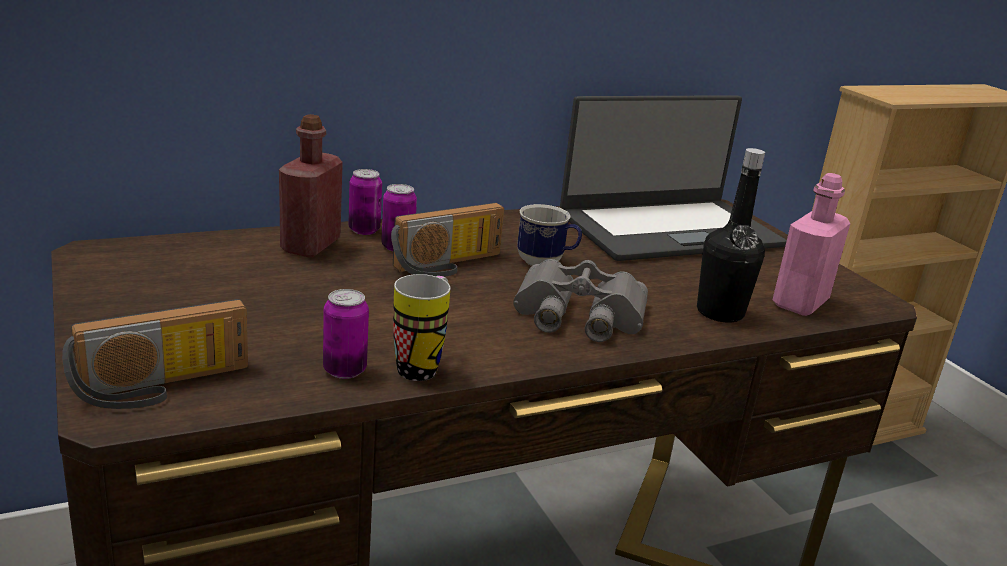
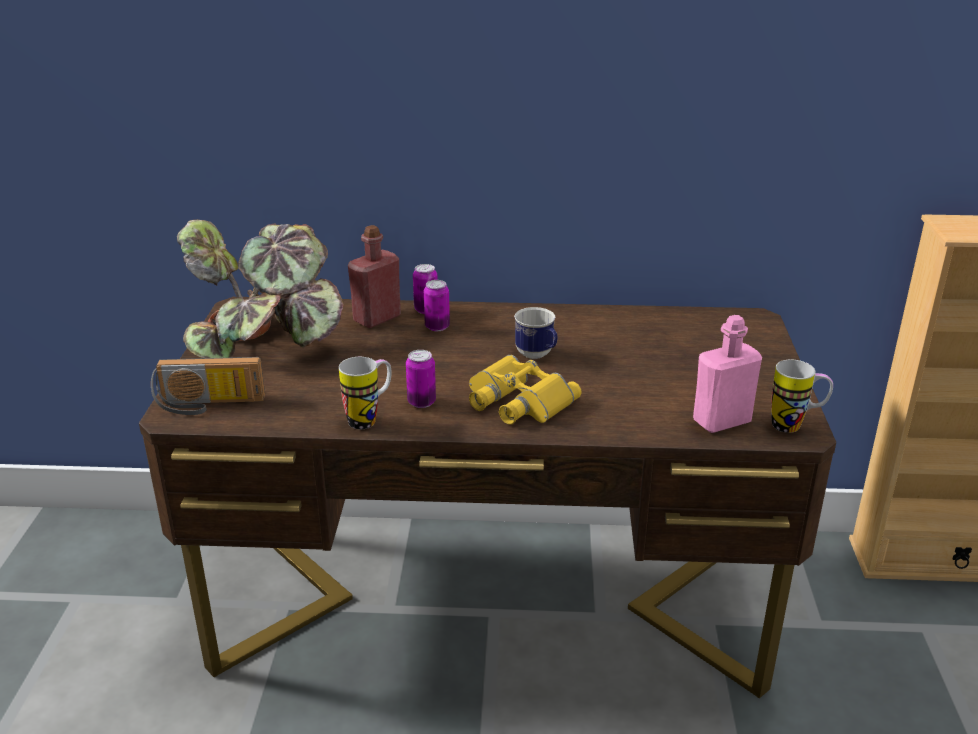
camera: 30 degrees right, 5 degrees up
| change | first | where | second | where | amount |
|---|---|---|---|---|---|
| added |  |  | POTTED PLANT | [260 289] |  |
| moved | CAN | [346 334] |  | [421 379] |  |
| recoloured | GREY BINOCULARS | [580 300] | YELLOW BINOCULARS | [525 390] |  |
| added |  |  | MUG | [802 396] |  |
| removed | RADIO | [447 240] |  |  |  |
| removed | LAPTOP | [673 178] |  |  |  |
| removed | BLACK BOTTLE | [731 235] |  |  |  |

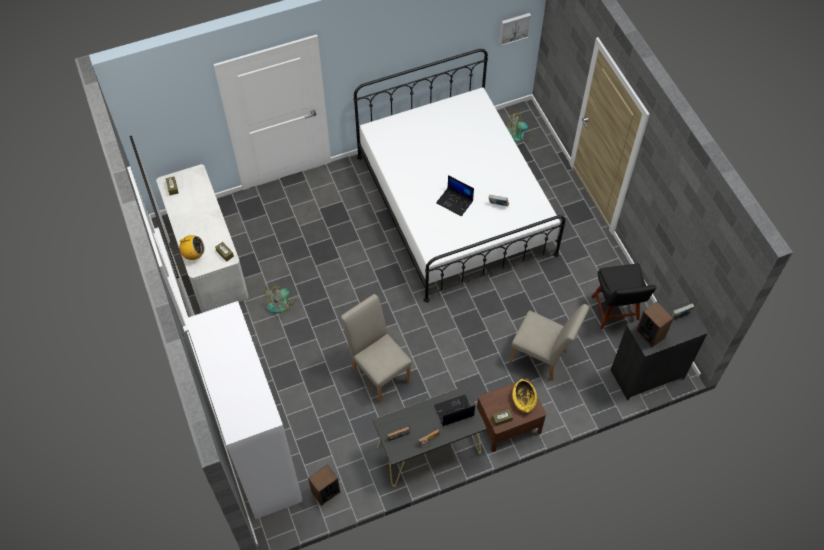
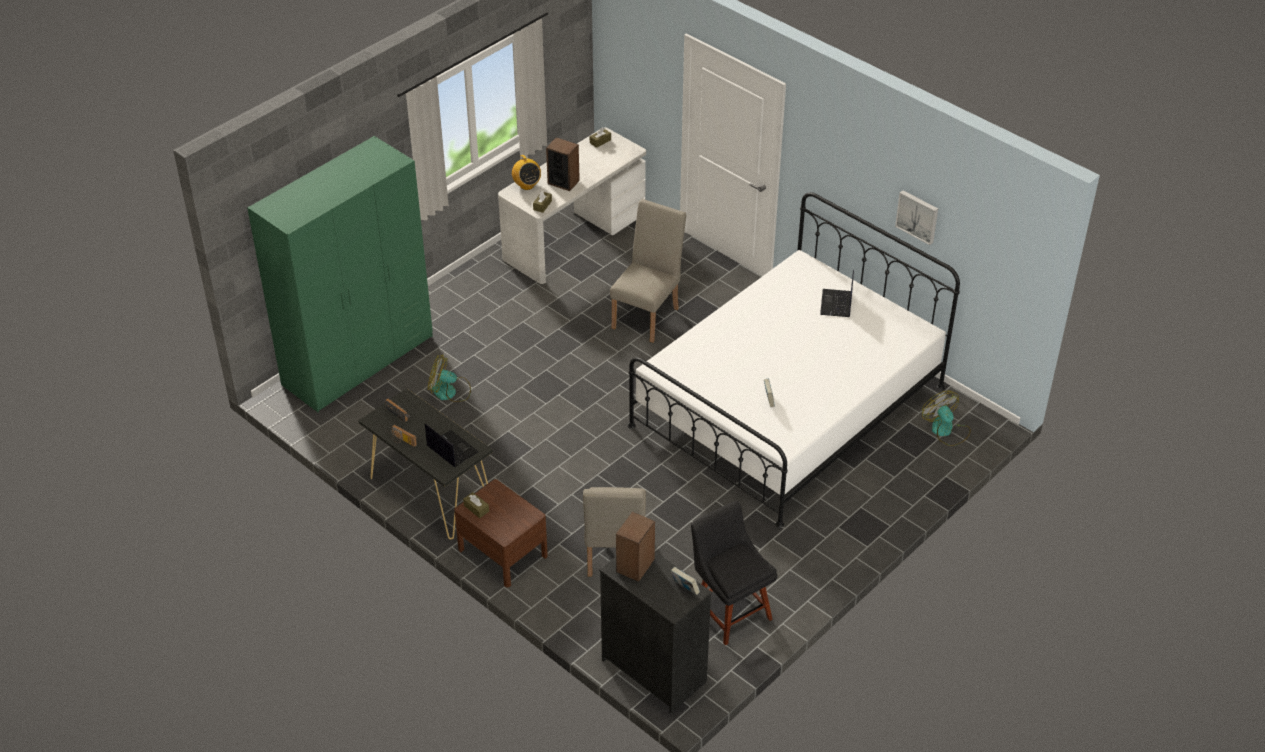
camera: 65 degrees right, 15 degrees down
| change | first | where | second | where | amount |
|---|---|---|---|---|---|
| recoloured | WHITE WARDROBE | [243 410] | GREEN WARDROBE | [340 274] |  |
| moved | FAN | [280 299] |  | [449 378] |  |
| moved | SPEAKER | [324 485] |  | [563 164] |  |
| moved | BEIGE CHAIR | [376 348] |  | [648 271] |  |
| turned | BLACK CHAIR | [623 296] |  | [734 573] | 90 degrees clockwise |
| moved | LAPTOP | [455 195] |  | [837 293] |  |
| moved | PICTURE | [515 29] |  | [916 217] |  |
| removed | YELLOW BOWL | [524 396] |  |  |  |

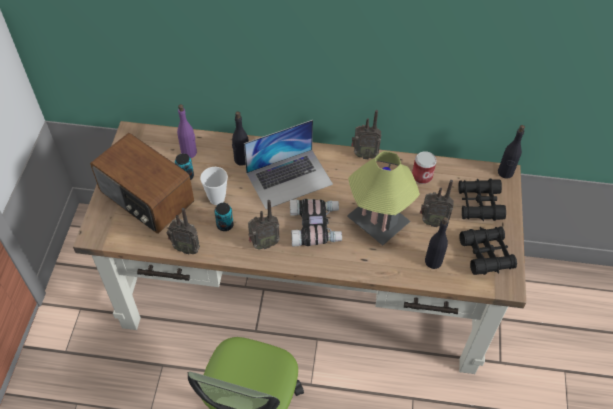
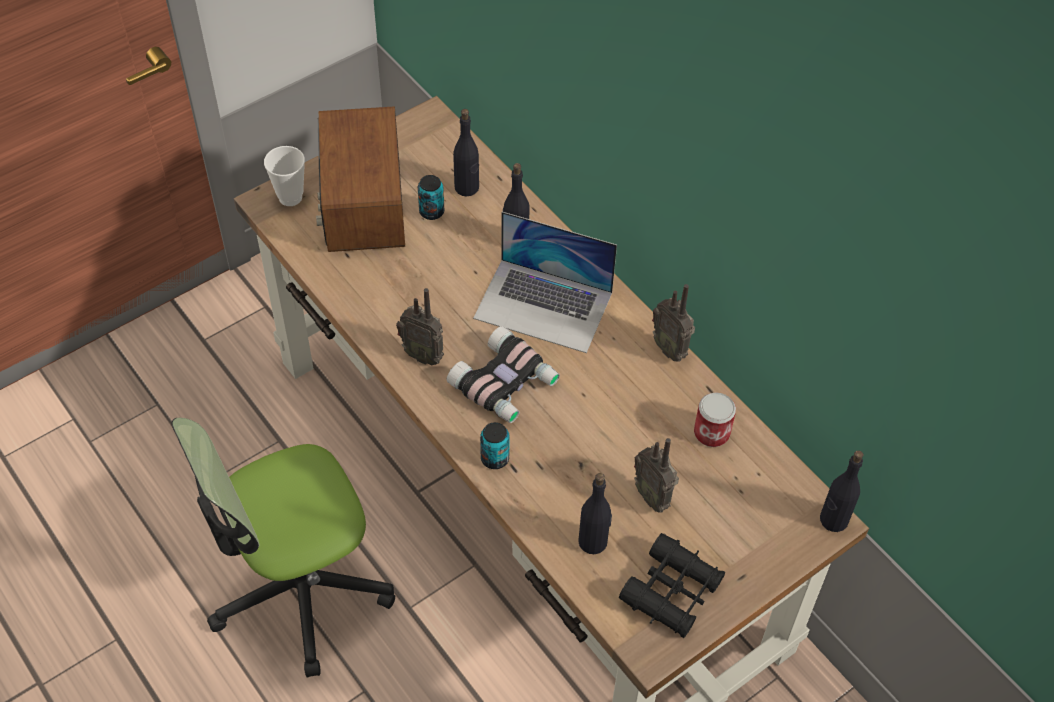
camera: 45 degrees right, 0 degrees up
| change | first | where | second | where | amount |
|---|---|---|---|---|---|
| moved | CUP | [214 186] |  | [284 176] |  |
| recoloured | PURPLE BOTTLE | [187 131] | BLACK BOTTLE | [466 152] |  |
| moved | CAN | [224 217] |  | [495 445] |  |
| removed | RADIO | [183 231] |  |  |  |
| removed | TABLE LAMP | [383 198] |  |  |  |
| removed | BLACK BINOCULARS | [482 200] |  |  |  |

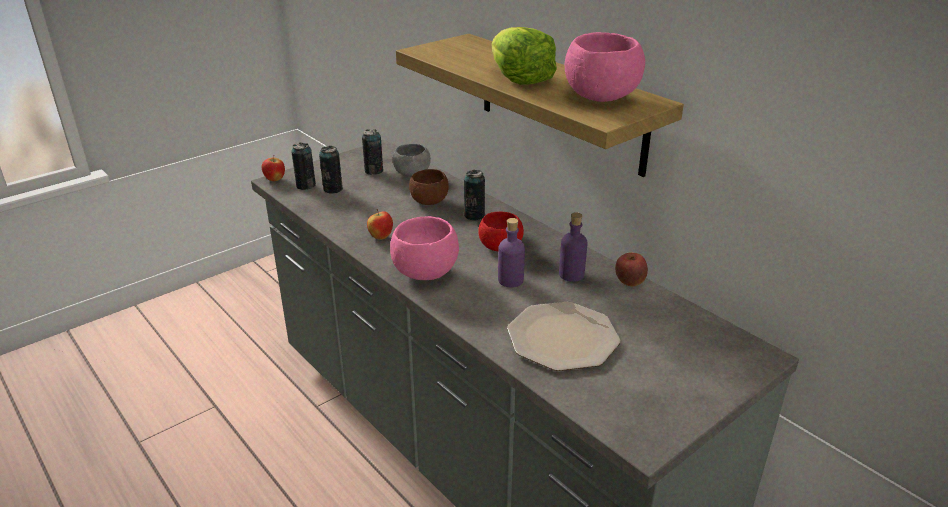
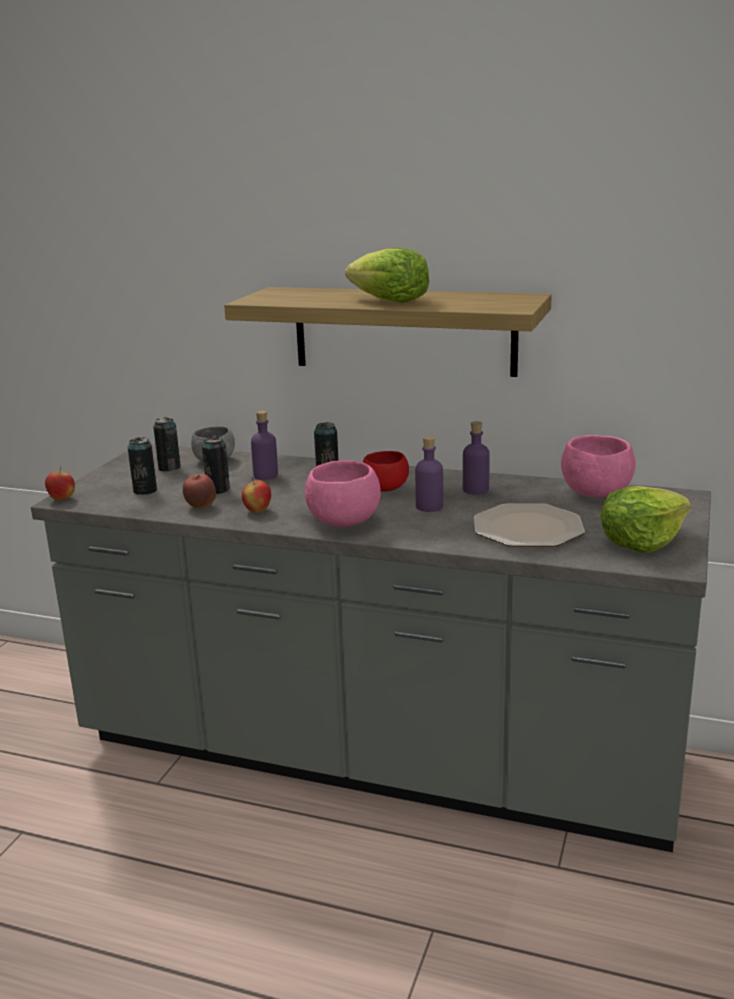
camera: 30 degrees left, 10 degrees down
| change | first | where | second | where | amount |
|---|---|---|---|---|---|
| moved | APPLE | [631 269] |  | [199 491] |  |
| moved | CAN | [303 166] |  | [216 465] |  |
| replaced | BROWN BOWL | [429 187] | PURPLE BOTTLE | [264 445] |  |
| moved | PINK BOWL | [605 67] |  | [598 466] |  |
| added |  |  | LETTUCE | [645 519] |  |

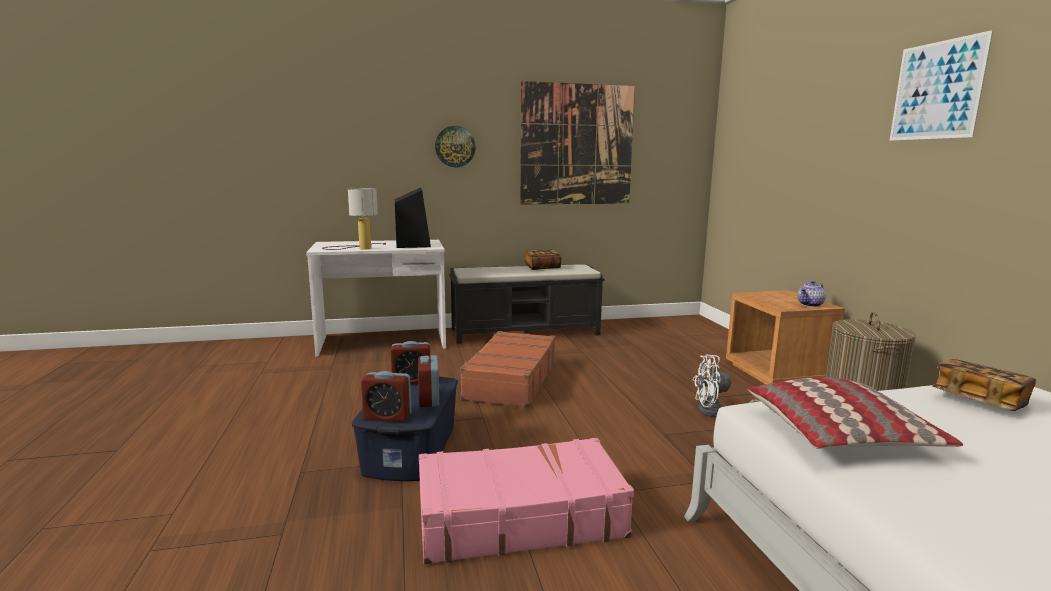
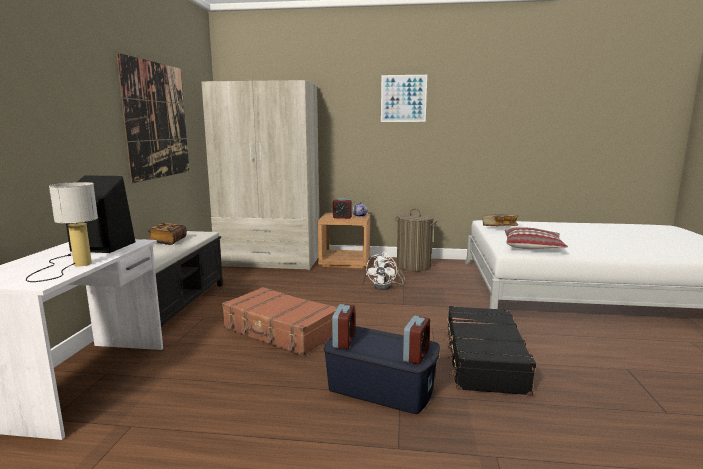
camera: 70 degrees left, 0 degrees up
| change | first | where | second | where | amount |
|---|---|---|---|---|---|
| added |  |  | BEIGE WARDROBE | [260 175] |  |
| moved | ALARM CLOCK | [428 381] |  | [342 208] |  |
| recoloured | PINK SUITCASE | [526 501] | BLACK SUITCASE | [490 350] |  |
| removed | WALL CLOCK | [455 146] |  |  |  |

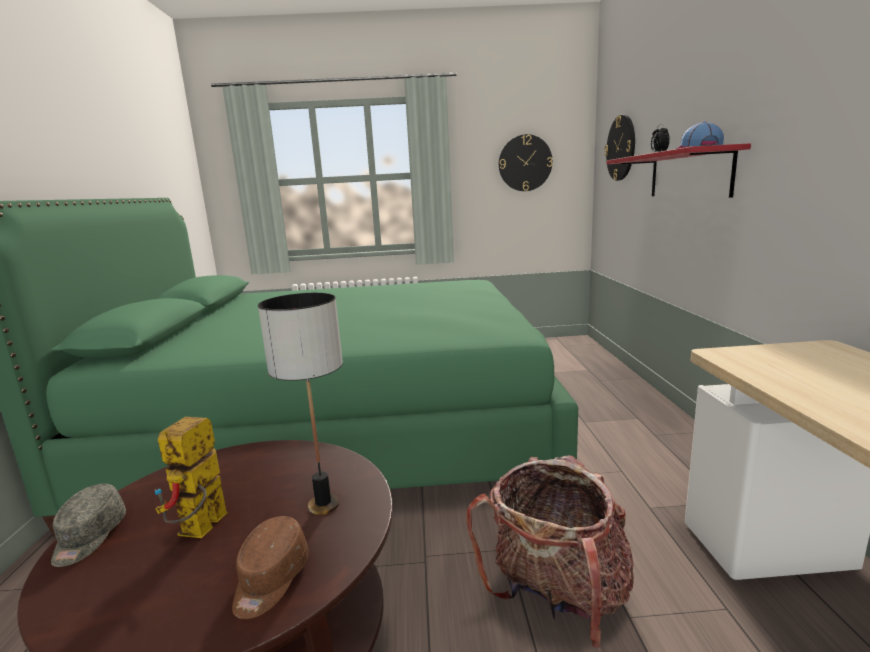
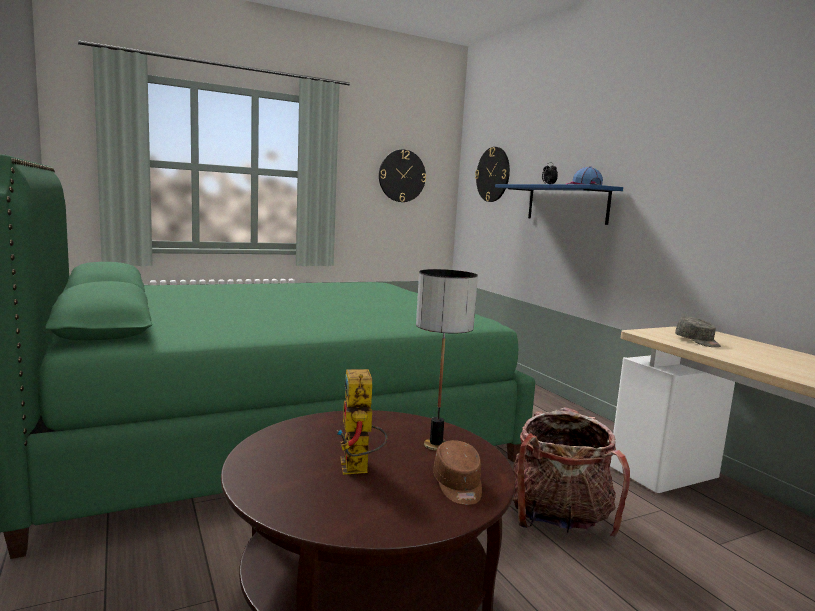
camera: 25 degrees left, 5 degrees down
| change | first | where | second | where | amount |
|---|---|---|---|---|---|
| recoloured | RED SHELF | [678 170] | BLUE SHELF | [559 204] |  |
| moved | GREY CAP | [88 525] |  | [698 331] |  |

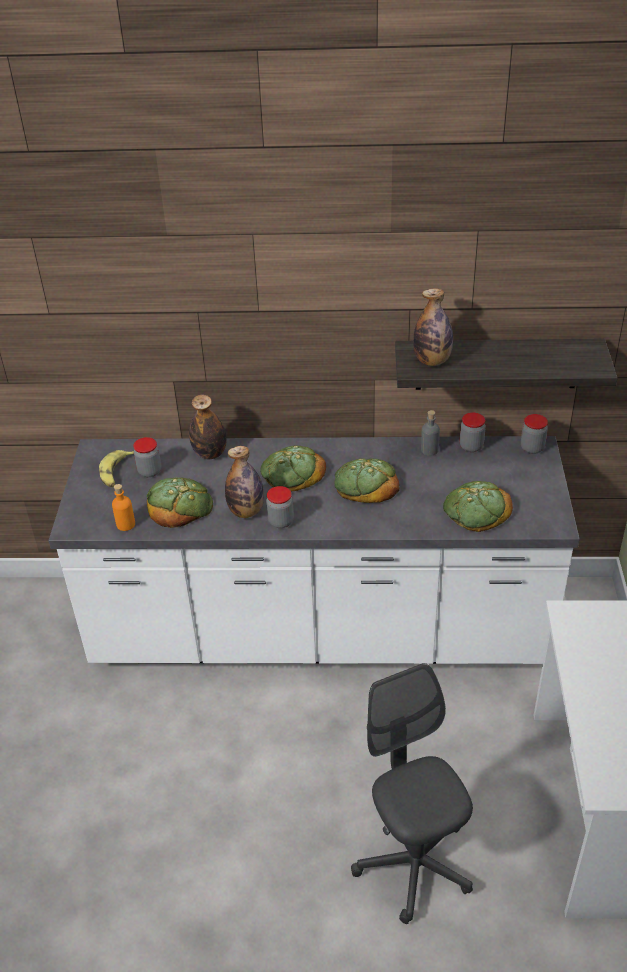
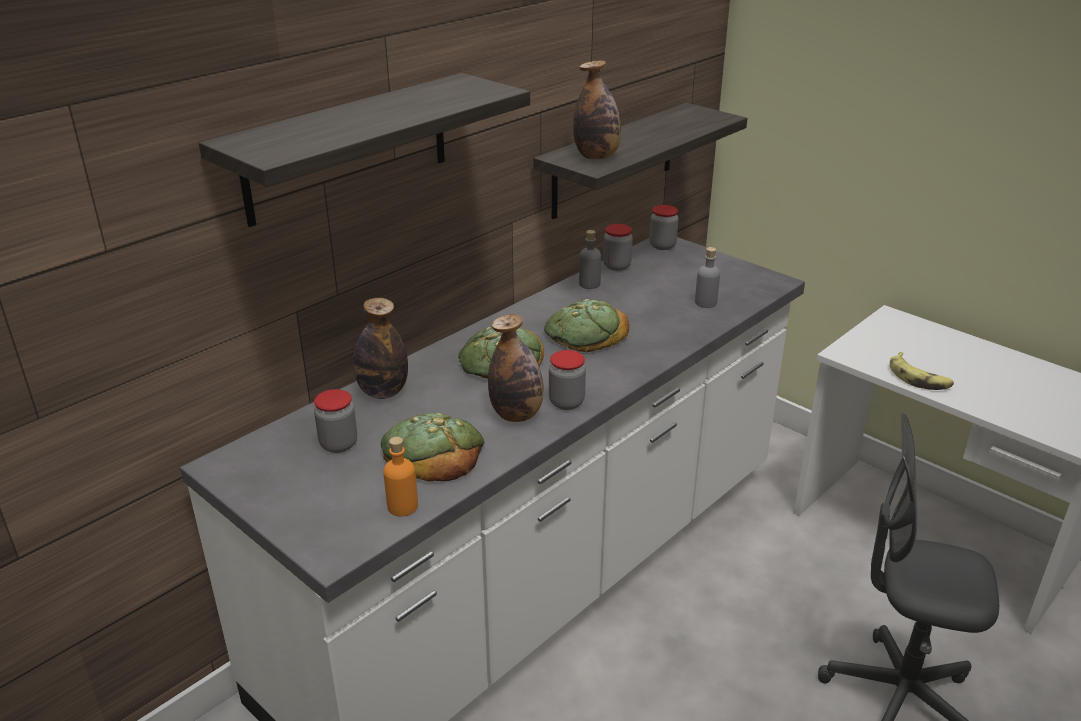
camera: 50 degrees left, 10 degrees down
| change | first | where | second | where | amount |
|---|---|---|---|---|---|
| added |  |  | SHELF | [364 150] |  |
| replaced | BREAD | [478 506] | GREY BOTTLE | [707 277] |  |
| moved | BANANA | [116 468] |  | [922 371] |  |

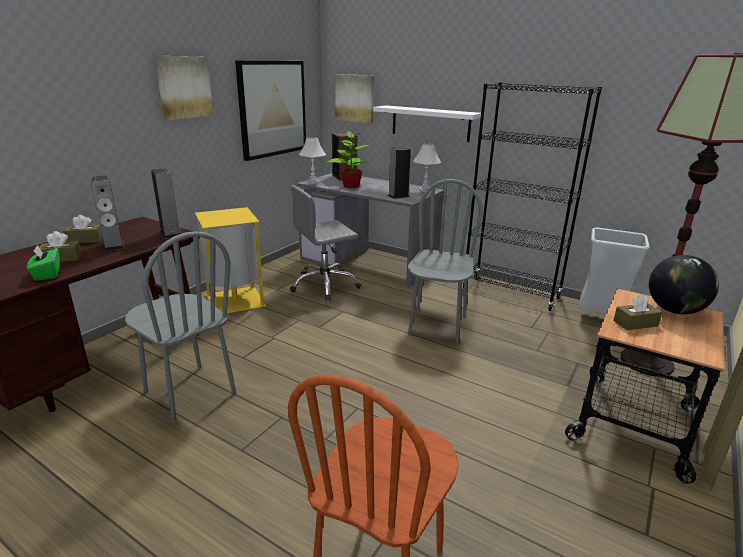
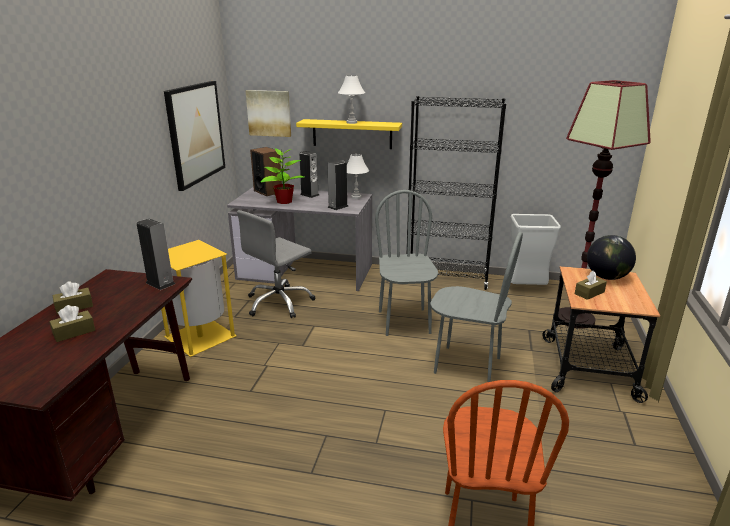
camera: 20 degrees left, 0 degrees up
| change | first | where | second | where | amount |
|---|---|---|---|---|---|
| recoloured | WHITE SHELF | [427 123] | YELLOW SHELF | [349 134] |  |
| moved | SPEAKER | [108 213] |  | [309 174] |  |
| moved | WHITE TABLE LAMP | [312 160] |  | [351 99] |  |
| moved | GREY CHAIR | [180 327] |  | [476 307] |  |
| removed | GREEN TISSUE BOX | [43 263] |  |  |  |
| removed | PICTURE | [184 88] |  |  |  |

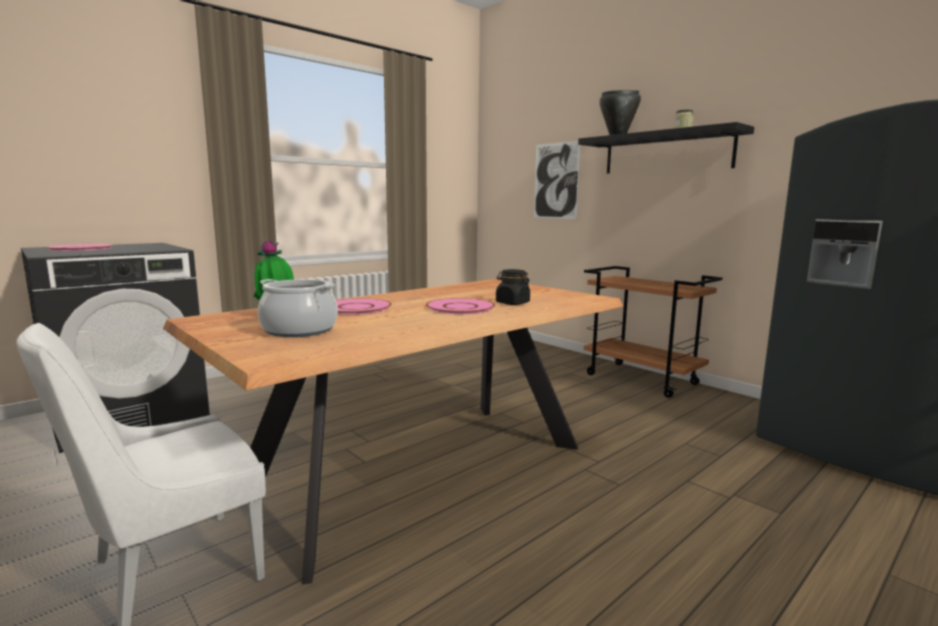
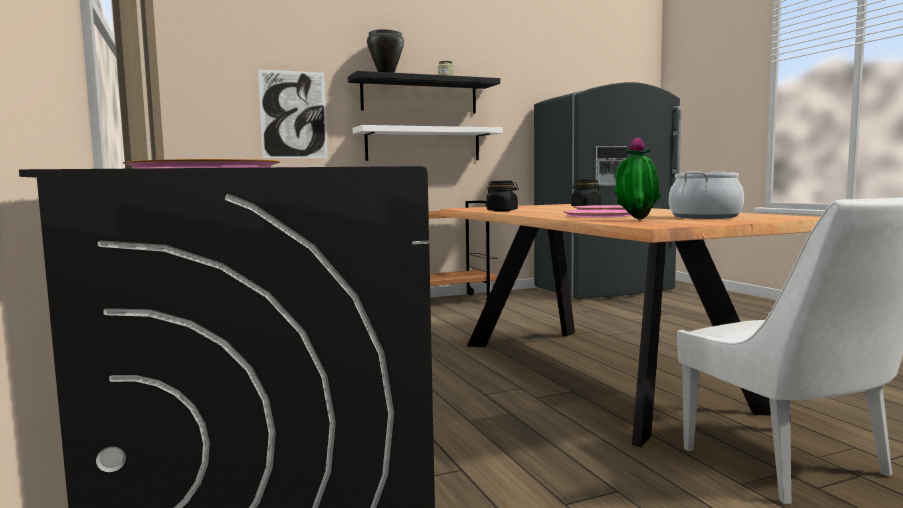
camera: 70 degrees left, 5 degrees down
| change | first | where | second | where | amount |
|---|---|---|---|---|---|
| added |  |  | WHITE SHELF | [428 143] |  |
| added |  |  | BLACK JAR | [502 196] |  |

